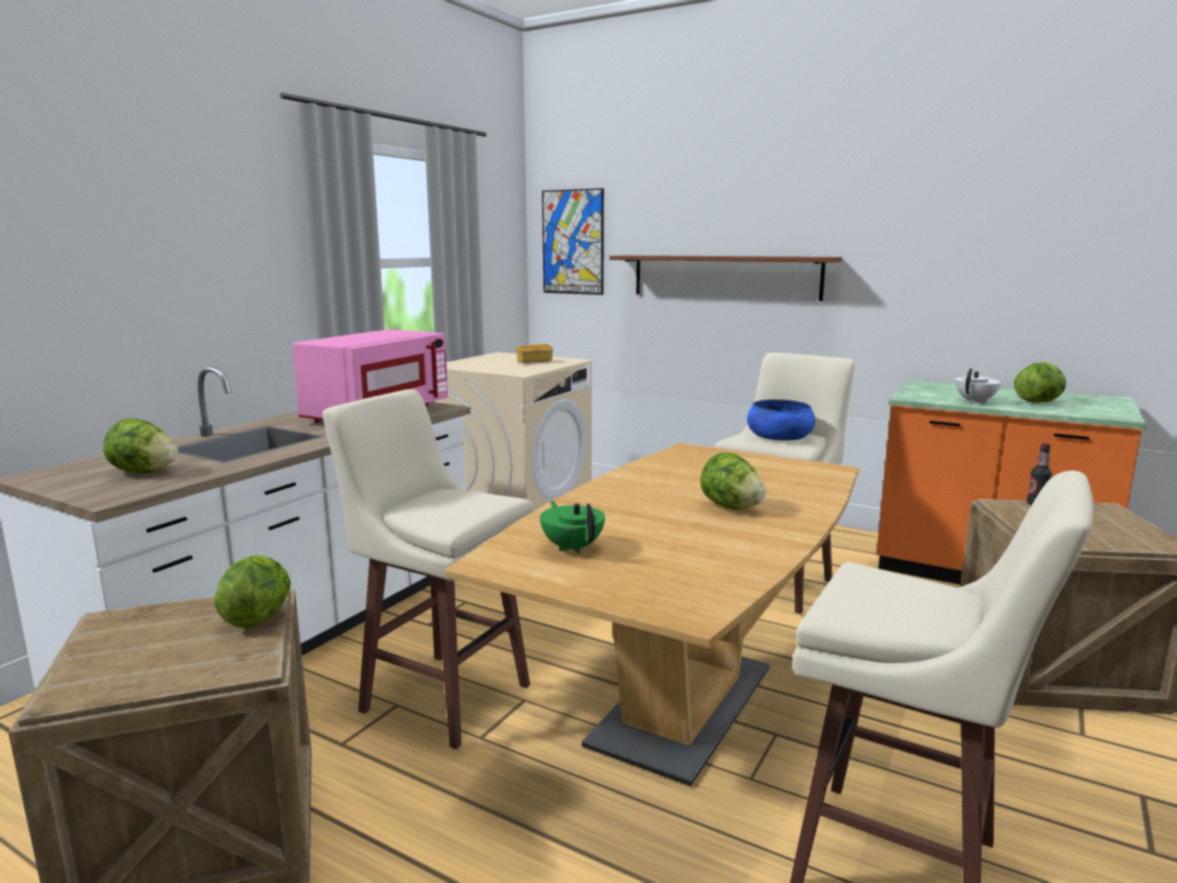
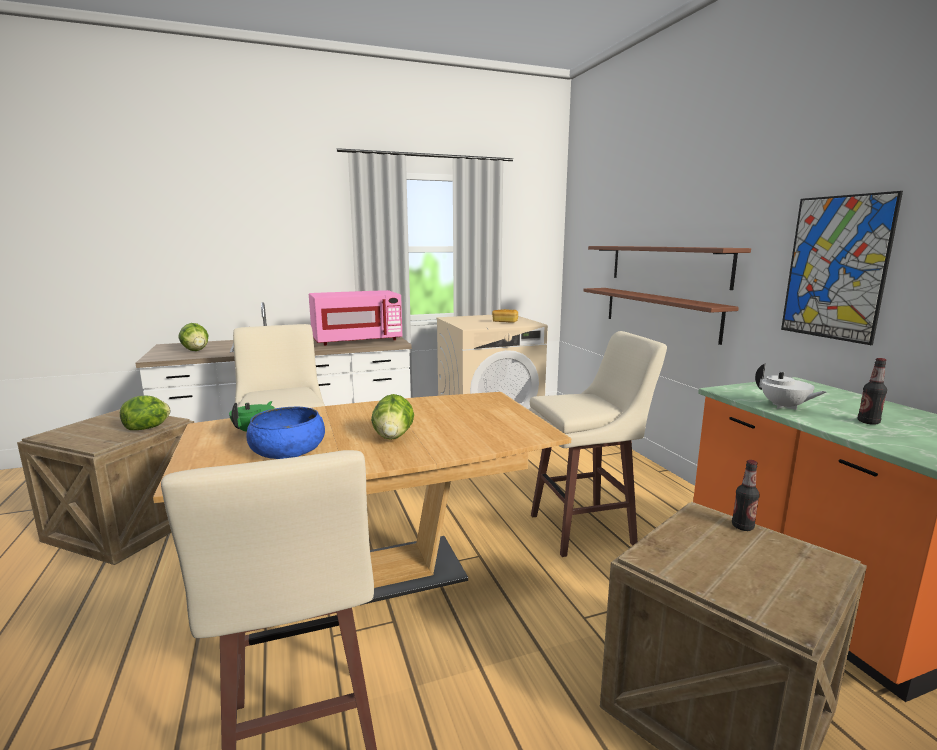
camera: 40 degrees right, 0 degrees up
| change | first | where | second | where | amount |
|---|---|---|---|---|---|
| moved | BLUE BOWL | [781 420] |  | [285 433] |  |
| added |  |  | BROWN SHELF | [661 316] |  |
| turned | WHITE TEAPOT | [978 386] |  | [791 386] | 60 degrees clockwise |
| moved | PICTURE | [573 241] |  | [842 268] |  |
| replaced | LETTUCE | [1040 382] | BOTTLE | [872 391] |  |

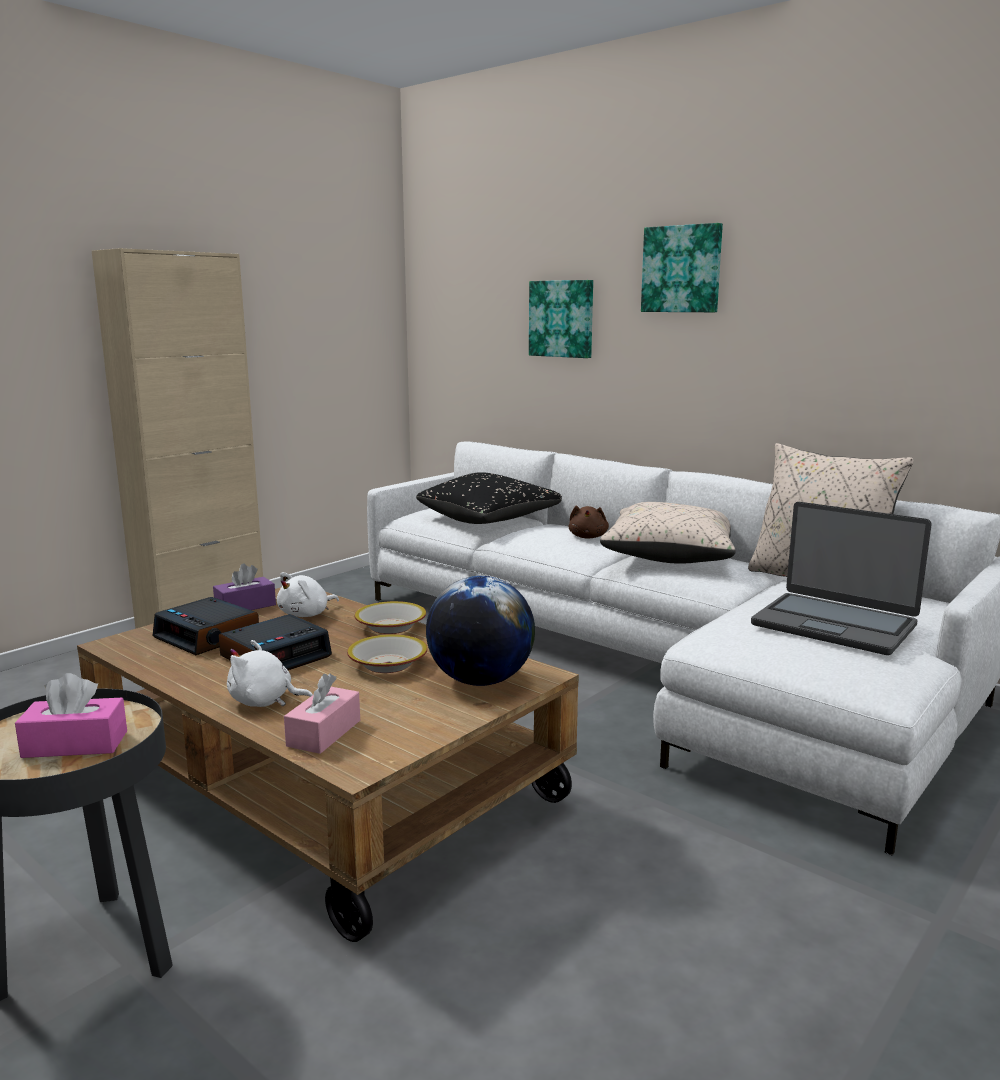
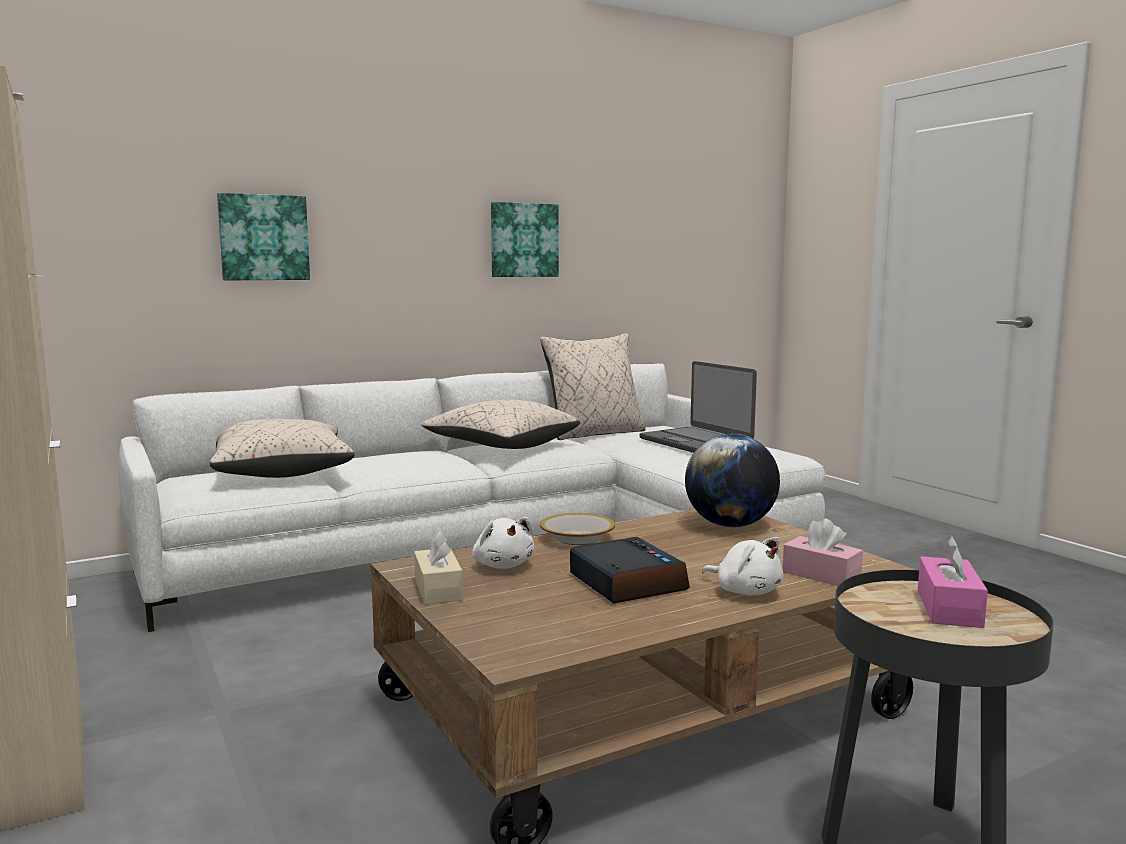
camera: 70 degrees left, 5 degrees down
| change | first | where | second | where | amount |
|---|---|---|---|---|---|
| recoloured | BLACK PILLOW | [489 498] | BEIGE PILLOW | [282 448] |  |
| recoloured | PURPLE TISSUE BOX | [244 586] | BEIGE TISSUE BOX | [438 567] |  |
| moved | PICTURE | [682 267] |  | [525 239] |  |
| turned | LAPTOP | [841 578] |  | [698 407] | 90 degrees clockwise |
| turned | WHITE PLUSH TOY | [270 673] |  | [742 566] | 75 degrees counterclockwise |
| removed | ALARM CLOCK | [206 626] |  |  |  |
| removed | BOWL | [387 653] |  |  |  |
| removed | BROWN PLUSH TOY | [589 521] |  |  |  |

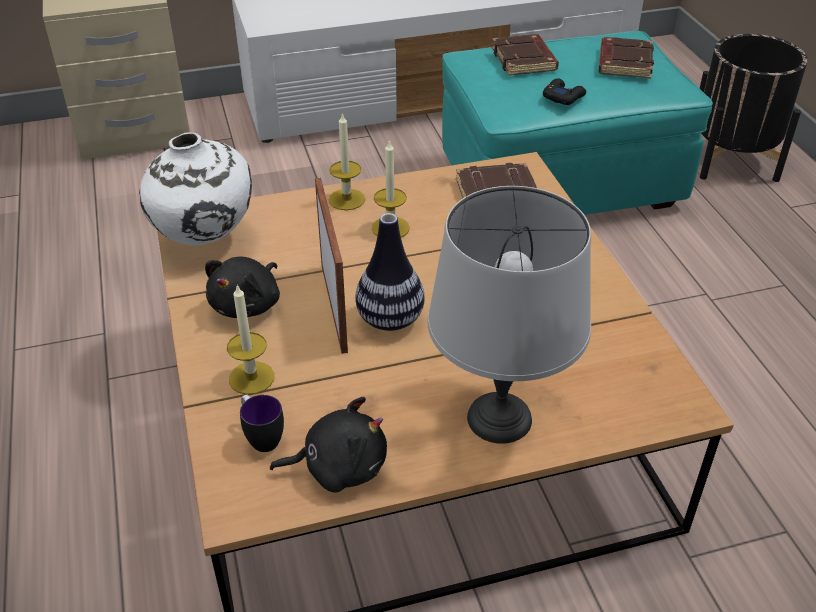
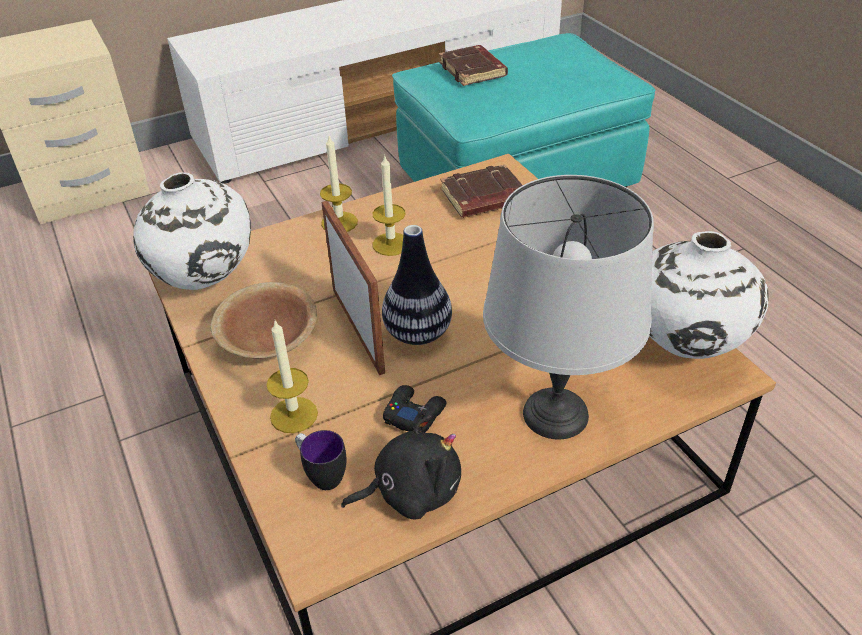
camera: 10 degrees left, 0 degrees up
| change | first | where | second | where | amount |
|---|---|---|---|---|---|
| replaced | BLACK PLUSH TOY | [242 287] | BROWN BOWL | [263 320] |  |
| moved | BLACK GAME CONTROLLER | [564 91] |  | [414 408] |  |
| added |  |  | WHITE VASE | [708 295] |  |
| removed | BROWN BOOK | [626 58] |  |  |  |
| removed | BLACK PLANTER | [754 108] |  |  |  |

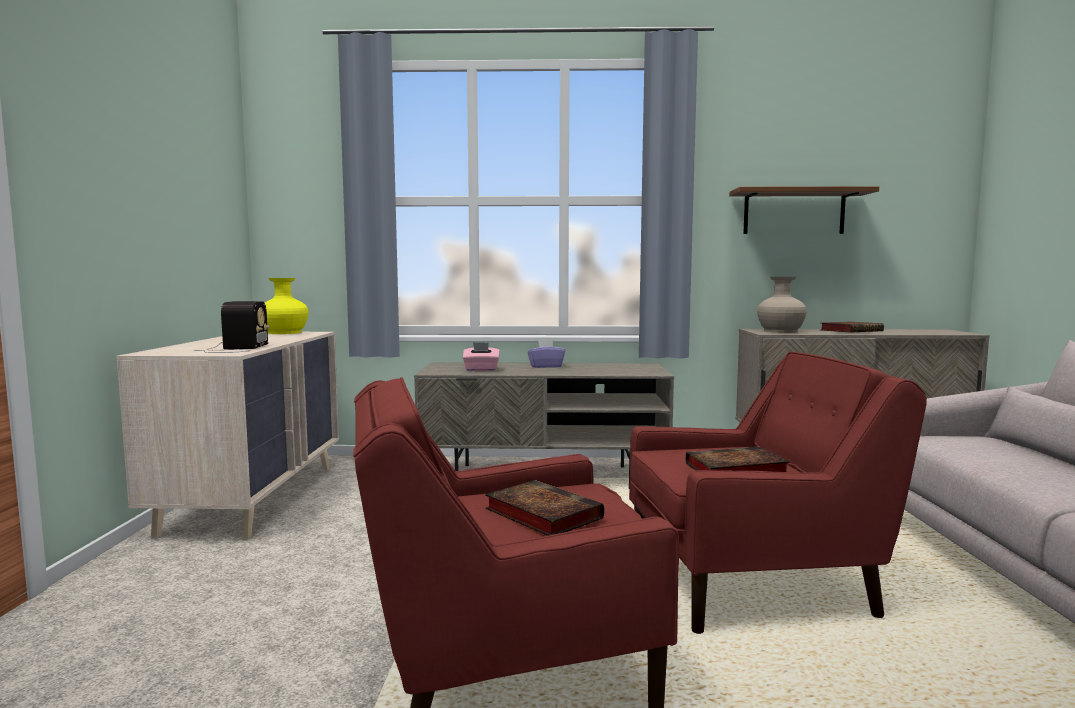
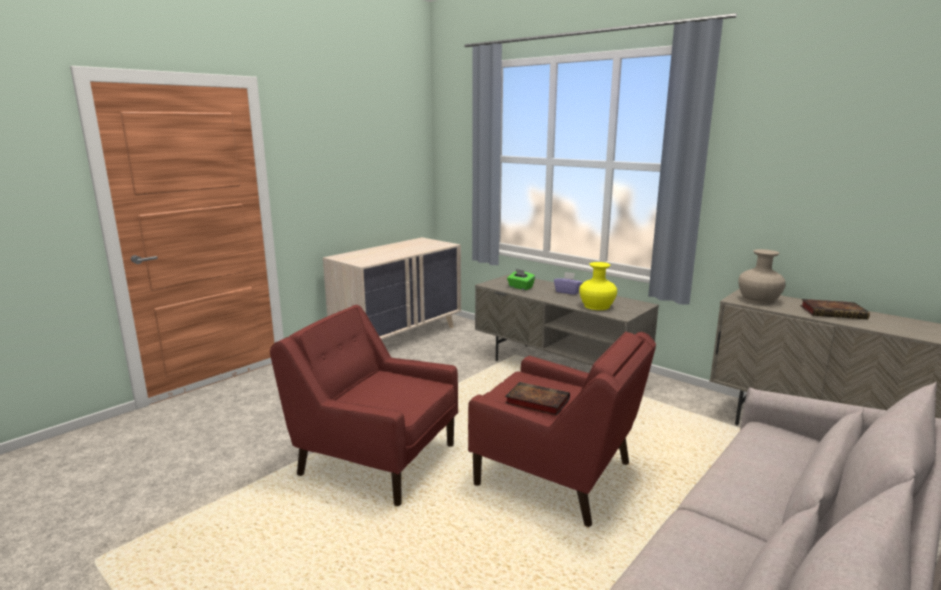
camera: 40 degrees right, 10 degrees up
| change | first | where | second | where | amount |
|---|---|---|---|---|---|
| recoloured | PINK TISSUE BOX | [481 356] | GREEN TISSUE BOX | [521 279] |  |
| moved | YELLOW VASE | [287 306] |  | [598 286] |  |
| removed | RADIO | [232 327] |  |  |  |
| removed | BOOK | [544 508] |  |  |  |
| removed | SHELF | [804 210] |  |  |  |

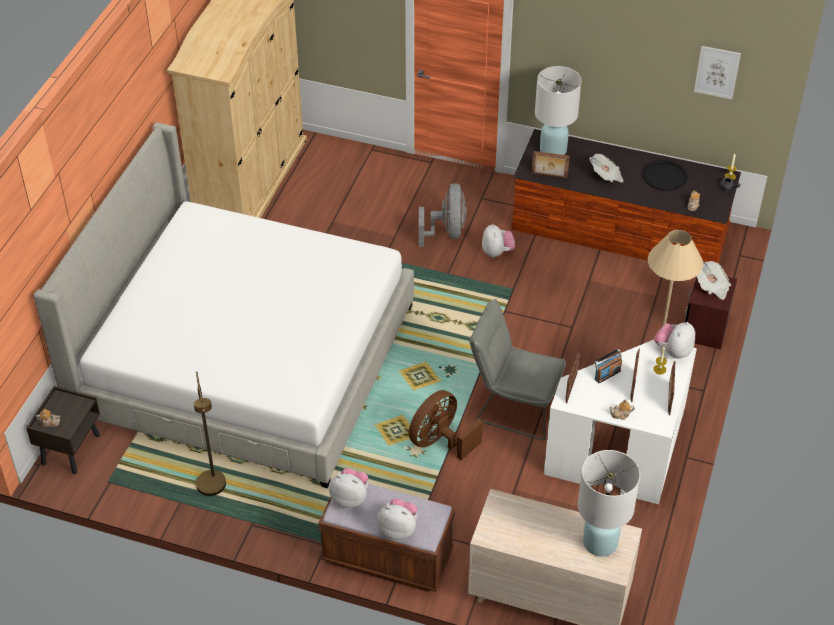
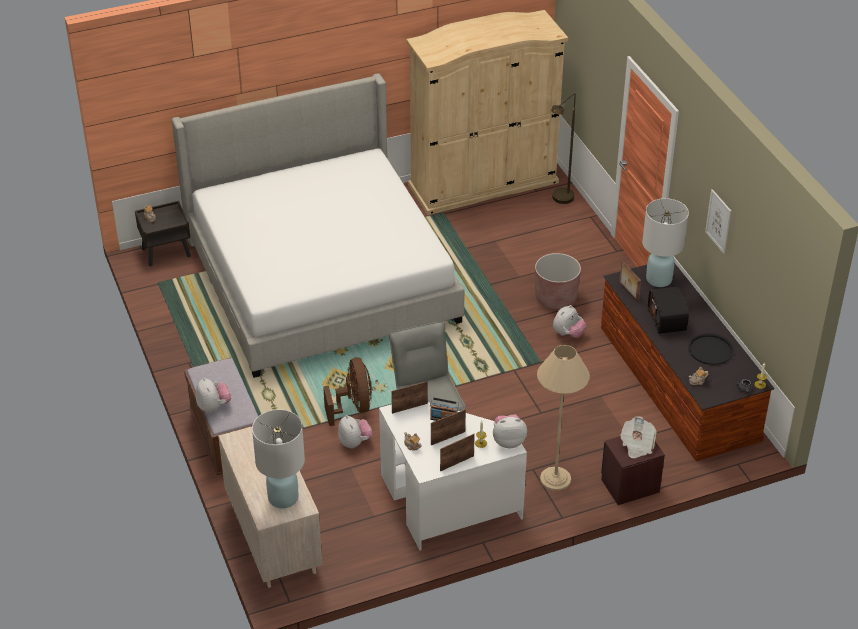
camera: 50 degrees right, 5 degrees down
| change | first | where | second | where | amount |
|---|---|---|---|---|---|
| turned | BROWN FAN | [446 425] |  | [347 392] | 75 degrees clockwise |
| moved | PLUSH TOY | [349 488] |  | [355 432] |  |
| replaced | GREY FAN | [442 215] | BROWN PLANTER | [558 281] |  |
| moved | BROWN FLOOR LAMP | [210 433] |  | [563 148] |  |
| replaced | NEWSPAPER | [606 168] | RADIO | [668 310] |  |
| moved | PICTURE | [717 72] |  | [718 221] |  |

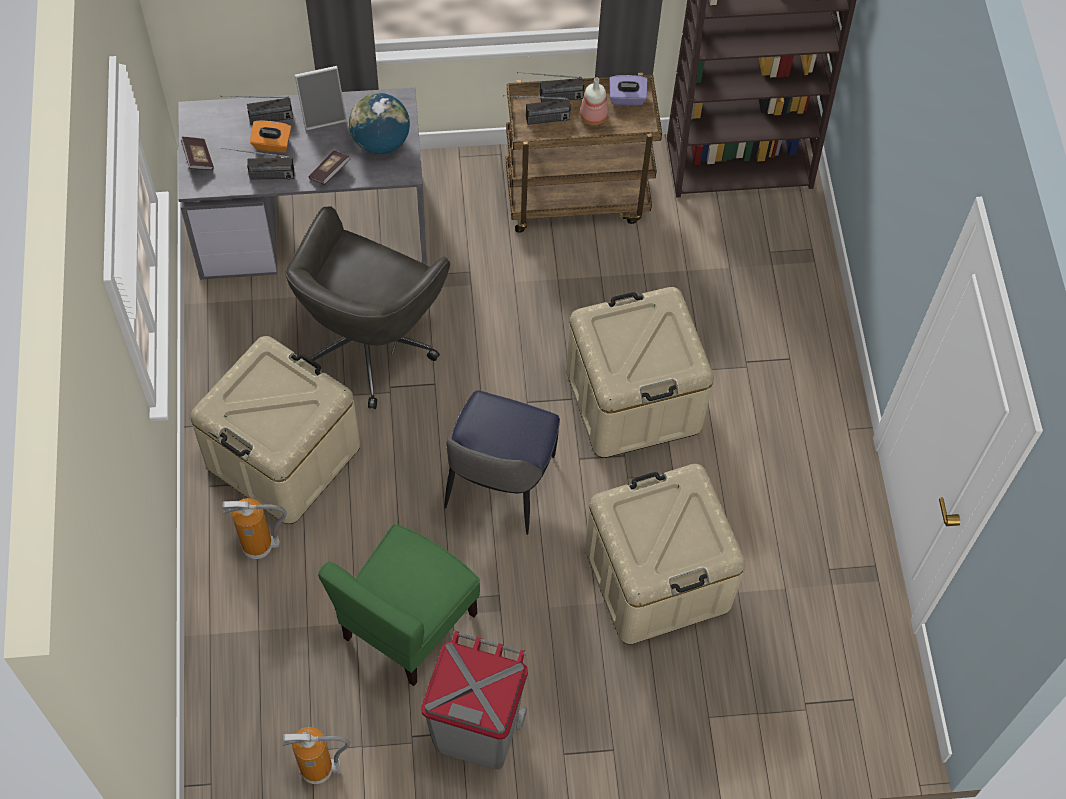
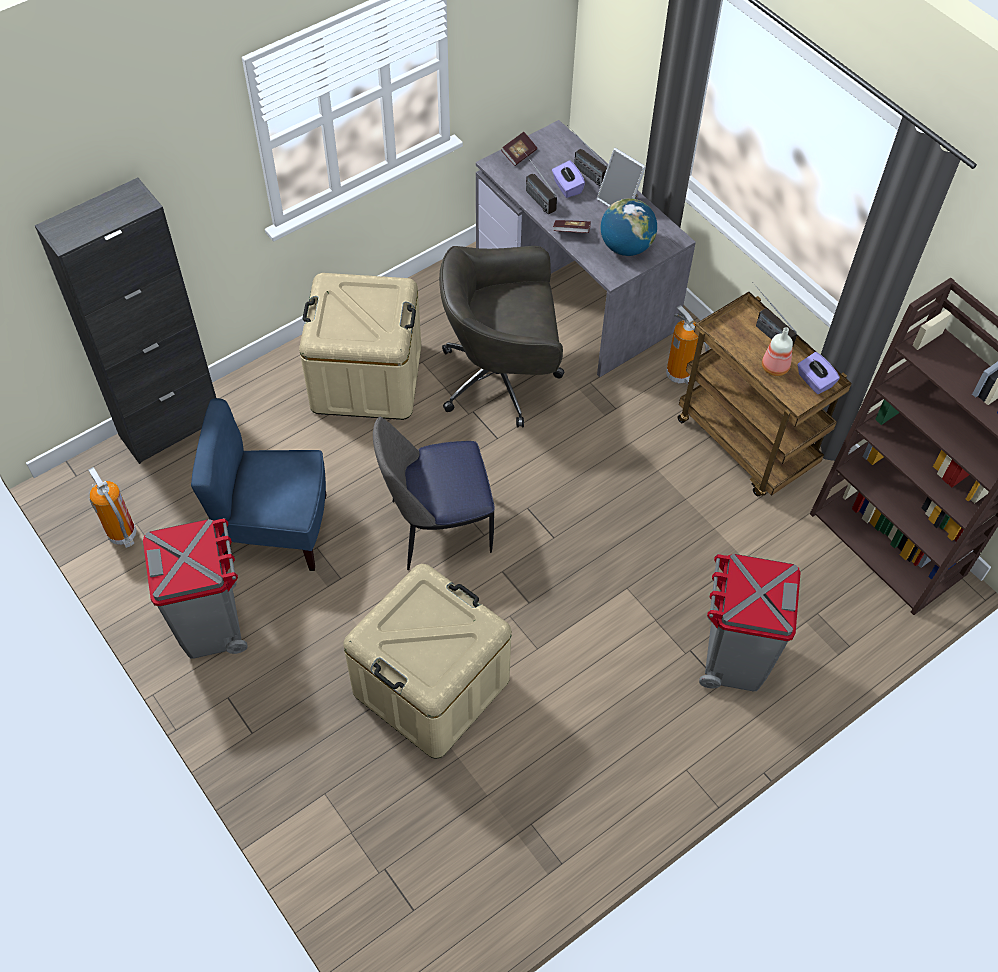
camera: 60 degrees right, 5 degrees down
| change | first | where | second | where | amount |
|---|---|---|---|---|---|
| added |  |  | BLACK CABINET | [125 320] |  |
| recoloured | GREEN CHAIR | [399 605] | BLUE CHAIR | [258 484] |  |
| recoloured | ORANGE TISSUE BOX | [270 136] | PURPLE TISSUE BOX | [568 179] |  |
| moved | FIRE EXTINGUISHER | [255 528] |  | [687 345] |  |
| added |  |  | GREY TRASH CAN | [750 623] |  |
| removed | RADIO | [537 110] |  |  |  |
| removed | BEIGE STORAGE BOX | [640 372] |  |  |  |

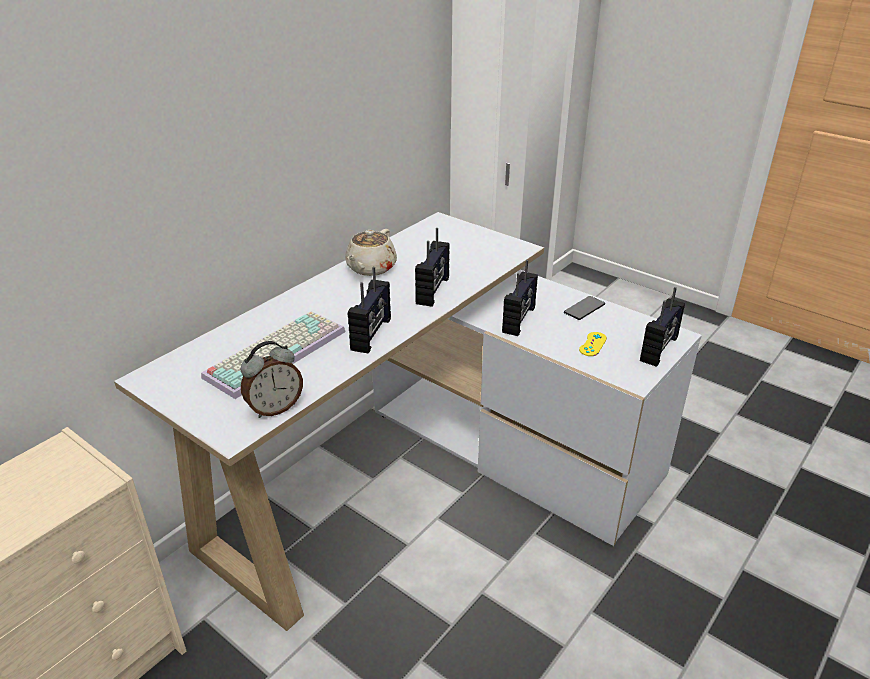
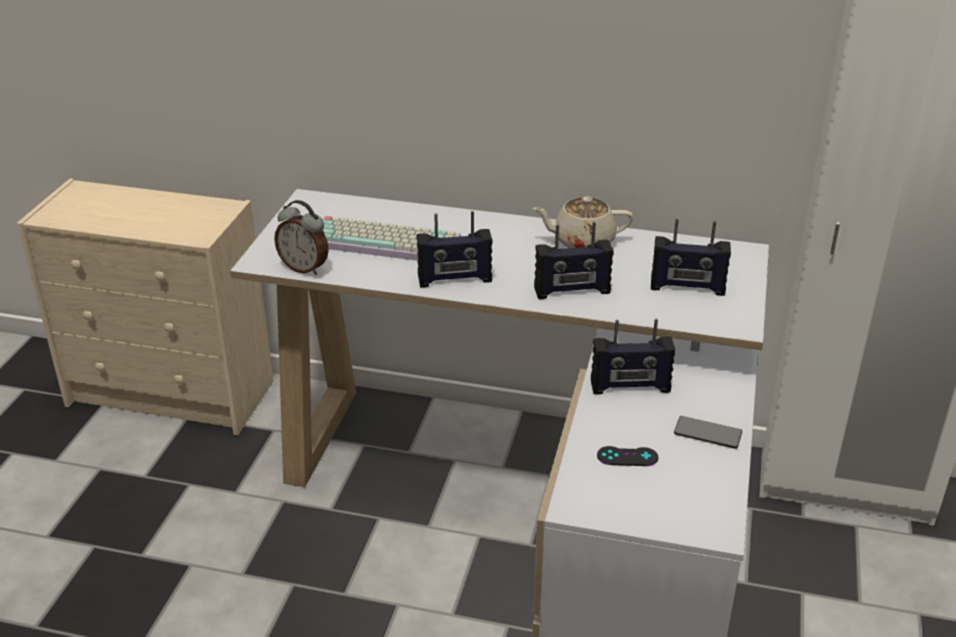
camera: 65 degrees right, 0 degrees up
| change | first | where | second | where | amount |
|---|---|---|---|---|---|
| recoloured | YELLOW GAME CONTROLLER | [593 344] | BLACK GAME CONTROLLER | [627 456] |  |
| moved | RADIO | [662 327] |  | [691 257] |  |

